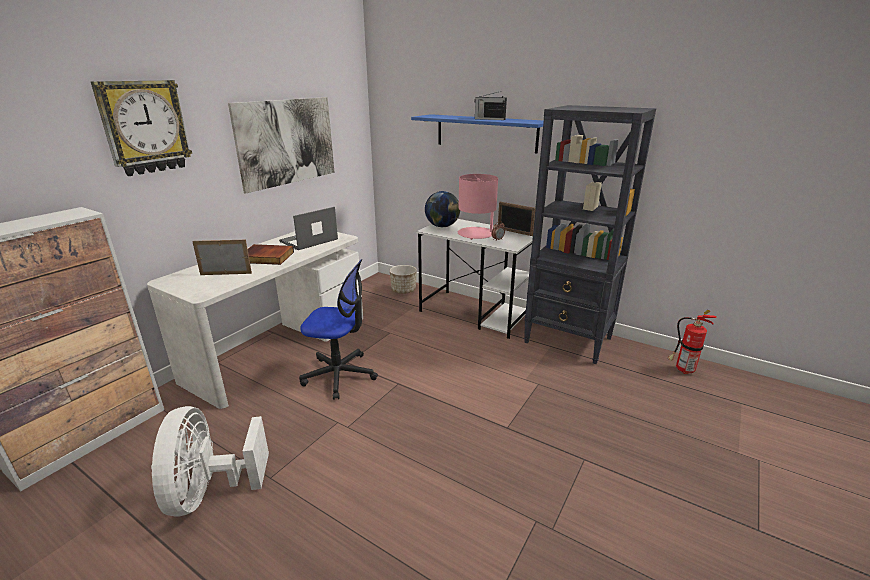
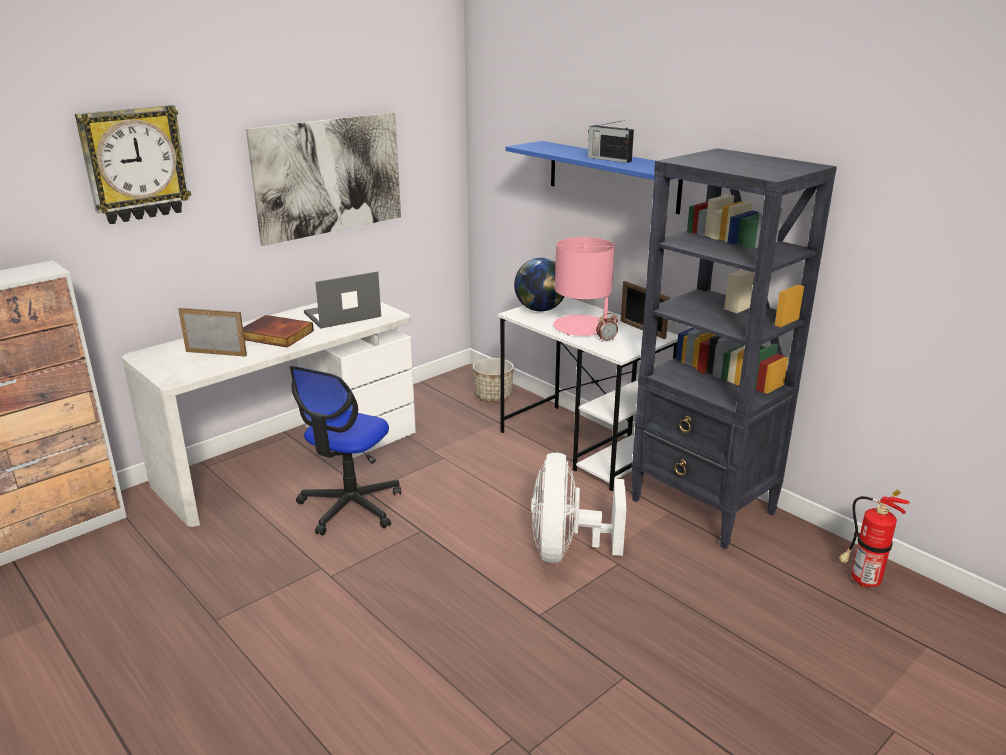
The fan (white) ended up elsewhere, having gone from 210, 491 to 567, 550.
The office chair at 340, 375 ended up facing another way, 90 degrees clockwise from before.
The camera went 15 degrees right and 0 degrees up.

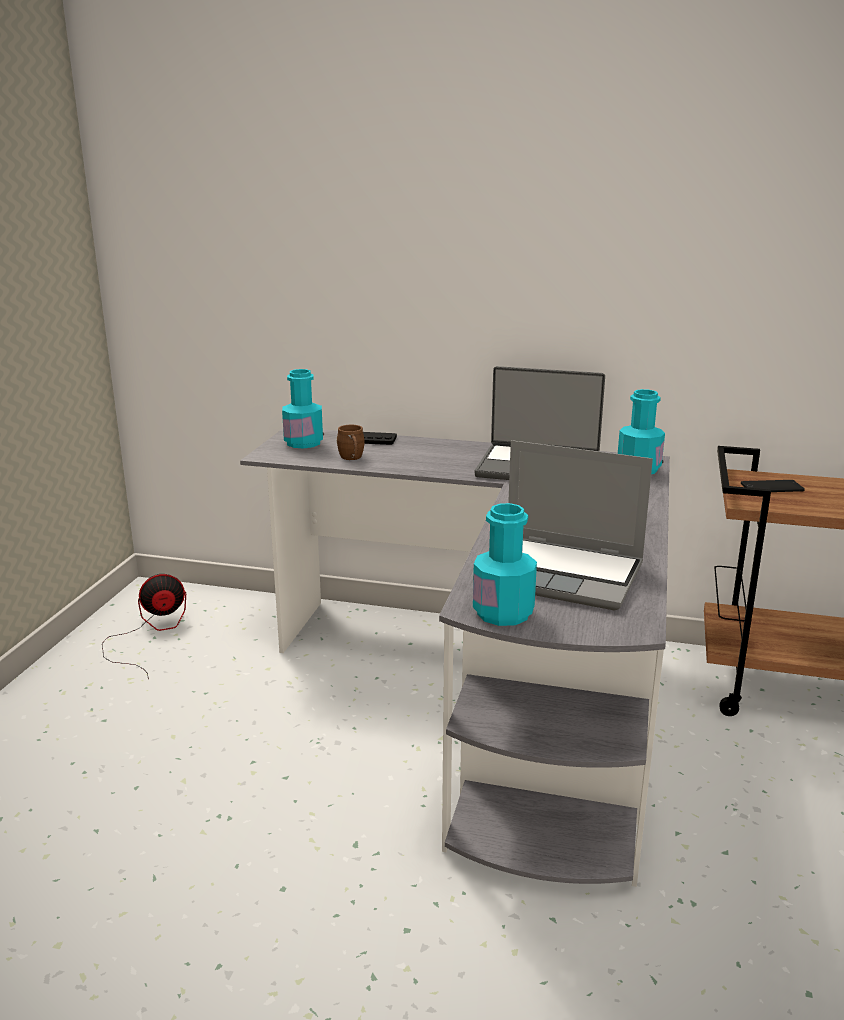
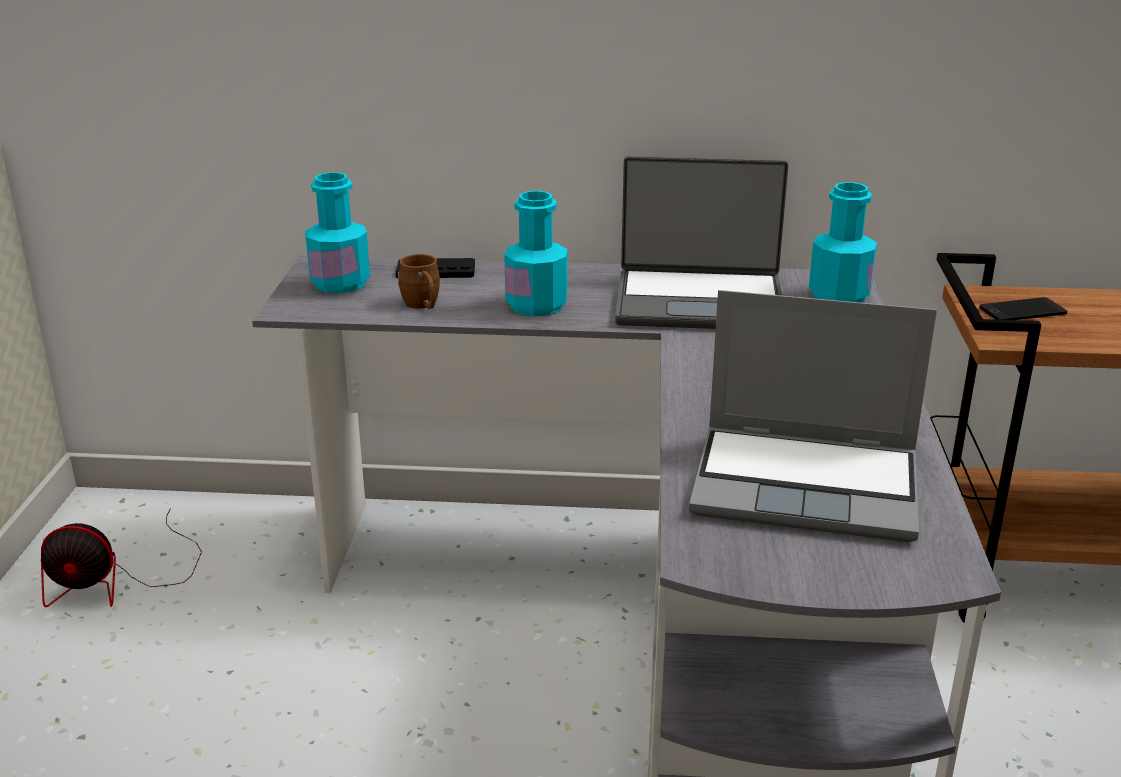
The bottle (turquoise) ended up elsewhere, having gone from 503, 613 to 536, 305.
The fan at 150, 633 ended up facing another way, 150 degrees counterclockwise from before.
The camera went 10 degrees left and 5 degrees up.

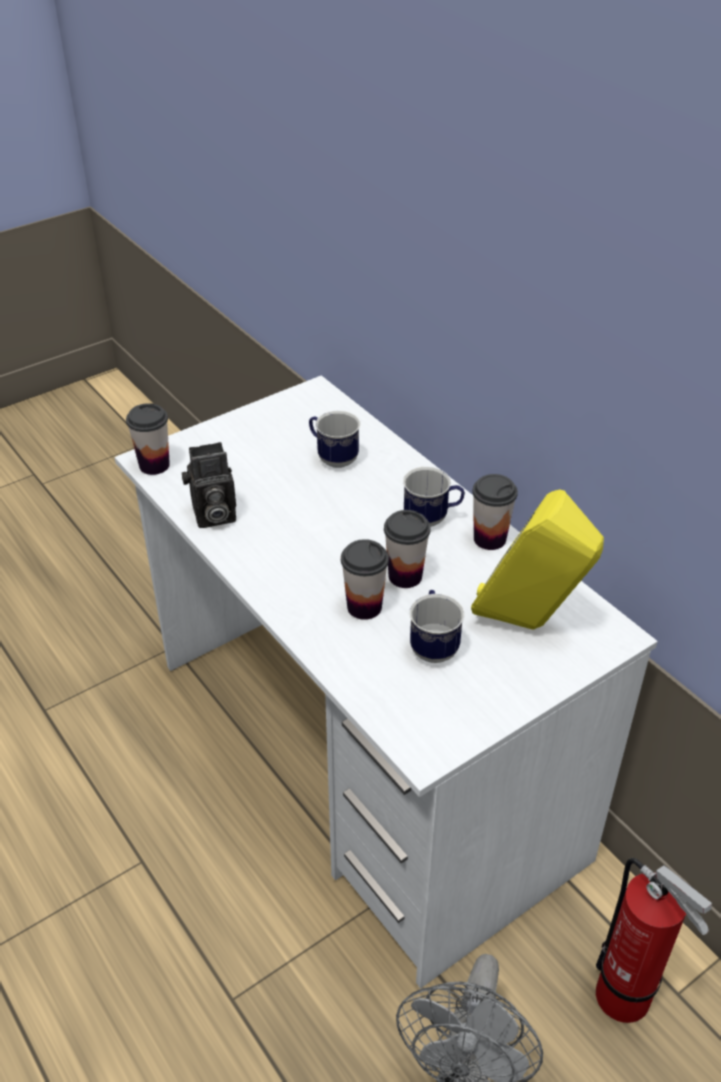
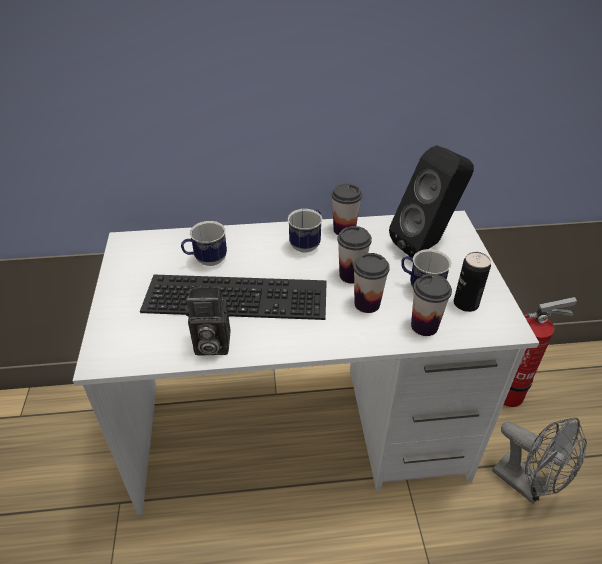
The second view gained the keyboard at 238, 294.
The second view gained the can at 466, 304.
The cup ended up elsewhere, having gone from 154, 465 to 424, 326.
What was the speaker (yellow) at 529, 624 turned into the speaker (black) at 426, 245.
The photo camera at 212, 516 ended up facing another way, 75 degrees clockwise from before.
The camera went 60 degrees left and 0 degrees up.

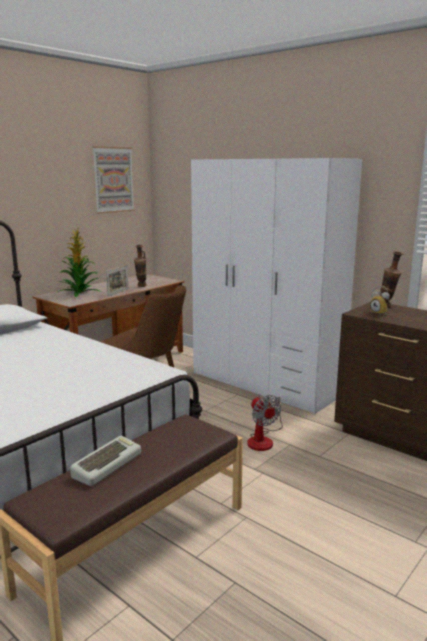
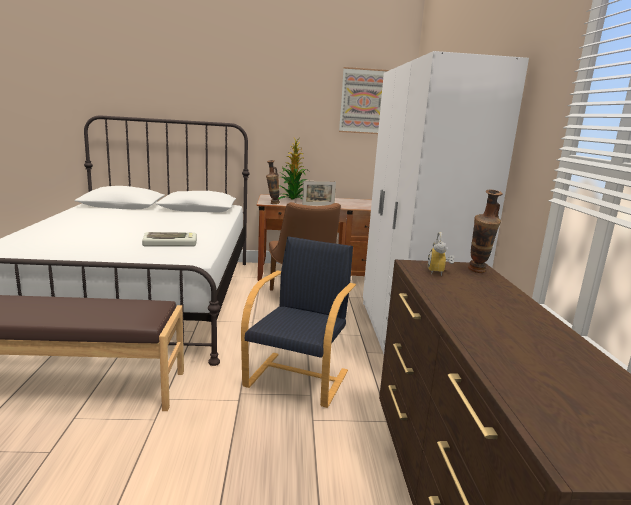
The keyboard ended up elsewhere, having gone from 106, 465 to 171, 243.
The vase ended up elsewhere, having gone from 141, 286 to 272, 203.
Where the fan stood at 263, 439, the armchair (black) came to stand at 298, 378.
The camera went 45 degrees right and 0 degrees up.

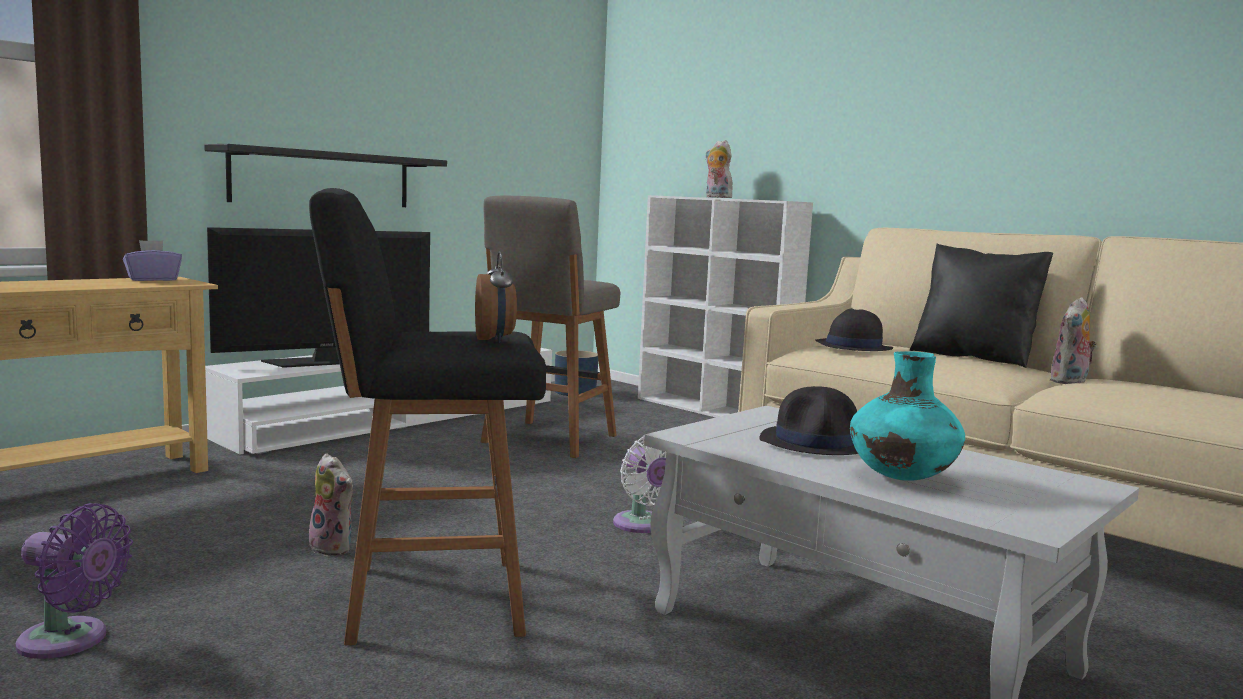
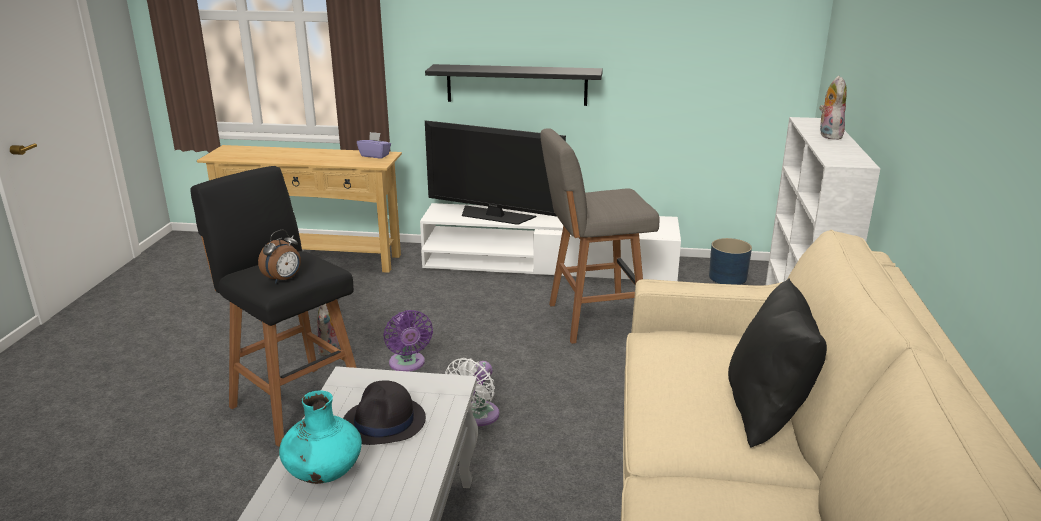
The second view lost the hat (black) at 852, 347.
The second view lost the plush toy at 1070, 382.
The fan (purple) ended up elsewhere, having gone from 70, 641 to 408, 364.
The camera went 55 degrees right and 15 degrees up.

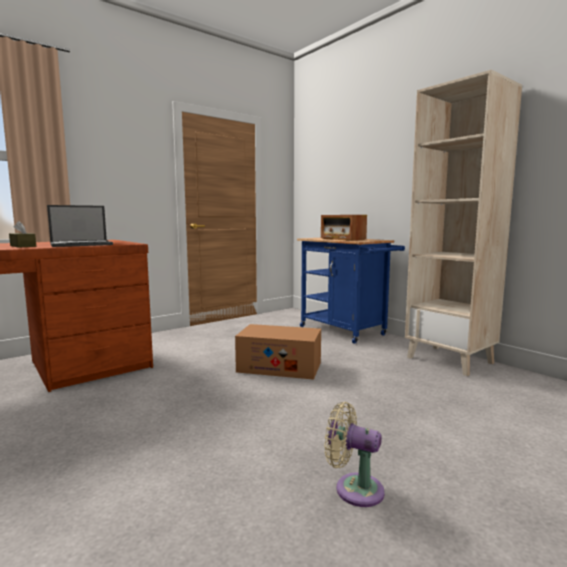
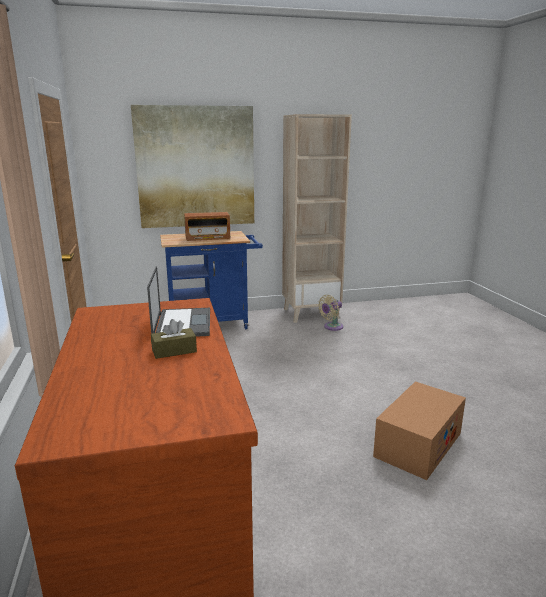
The second view gained the picture at 196, 167.
The cardboard box ended up elsewhere, having gone from 279, 367 to 418, 445.
The fan (beige) ended up elsewhere, having gone from 354, 488 to 331, 327.
The camera went 65 degrees left and 10 degrees up.

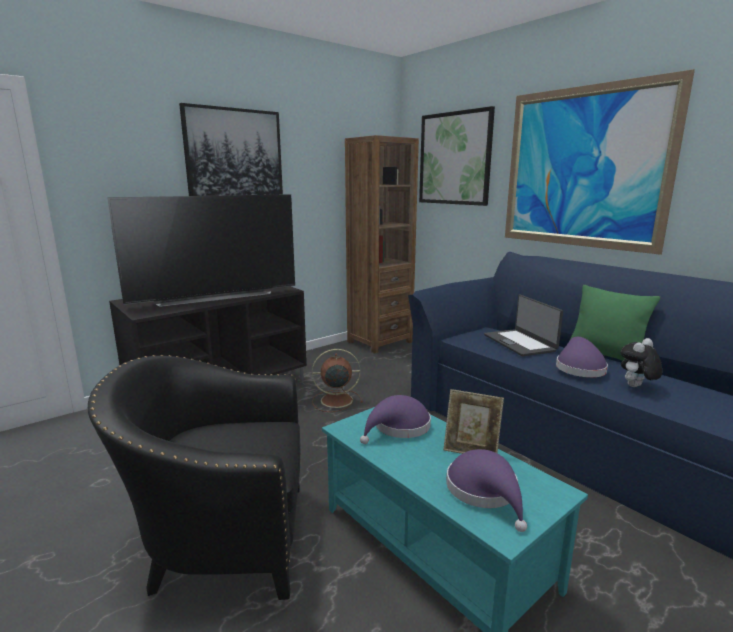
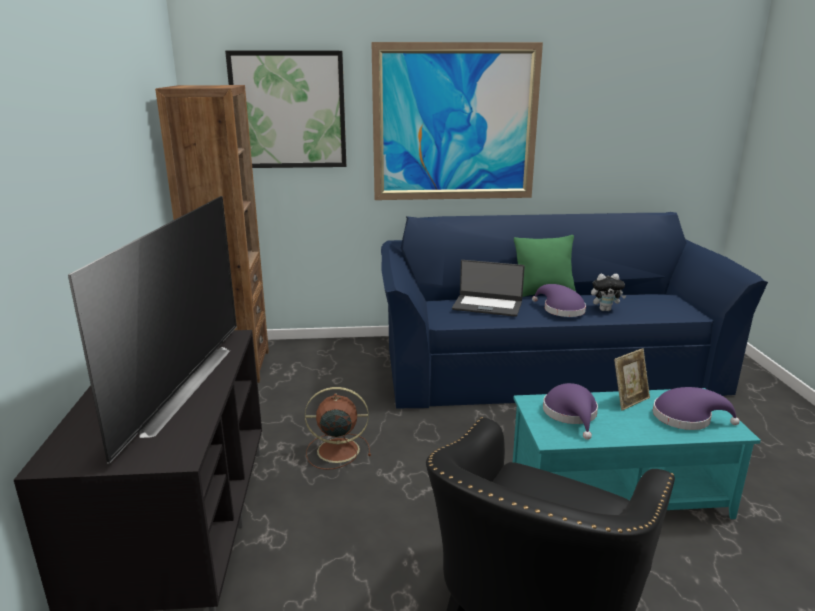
The second view lost the picture at 235, 162.
The fan (brown) at 335, 400 ended up facing another way, 60 degrees clockwise from before.
The plush toy at 636, 387 ended up facing another way, 90 degrees counterclockwise from before.
The camera went 55 degrees left and 5 degrees up.

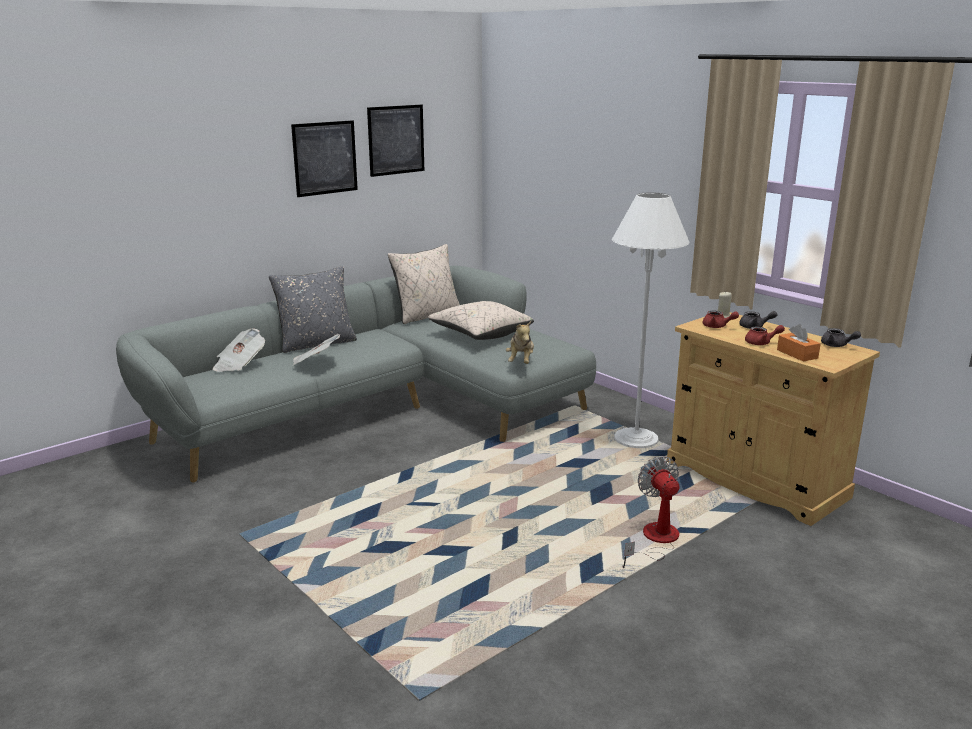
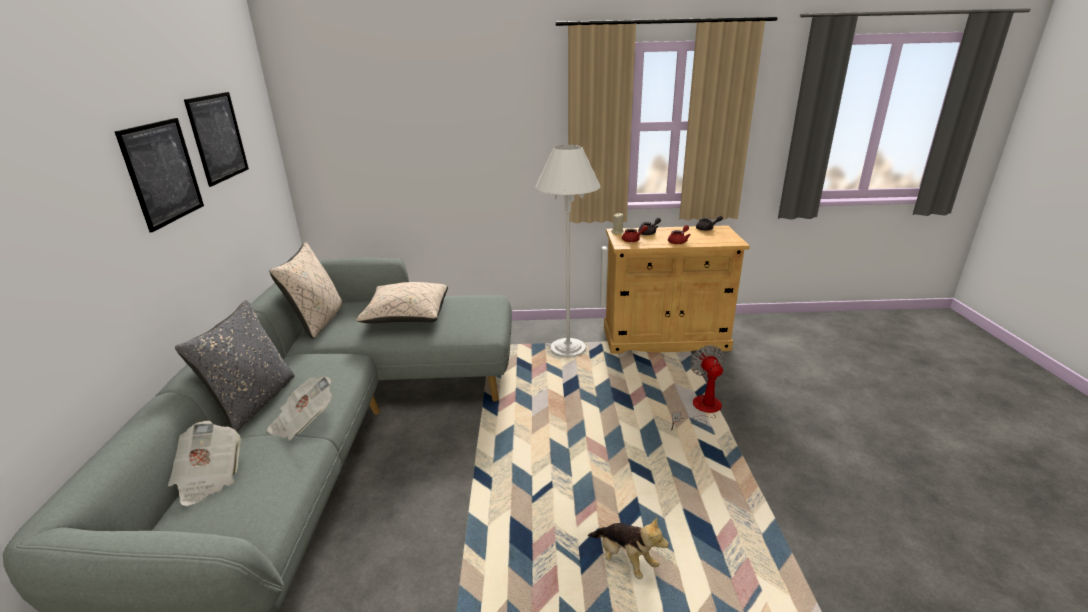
The second view lost the tissue box (orange) at 797, 354.
The plush toy ended up elsewhere, having gone from 521, 361 to 625, 559.
The fan at 655, 541 ended up facing another way, 60 degrees clockwise from before.
The camera went 50 degrees left and 5 degrees up.

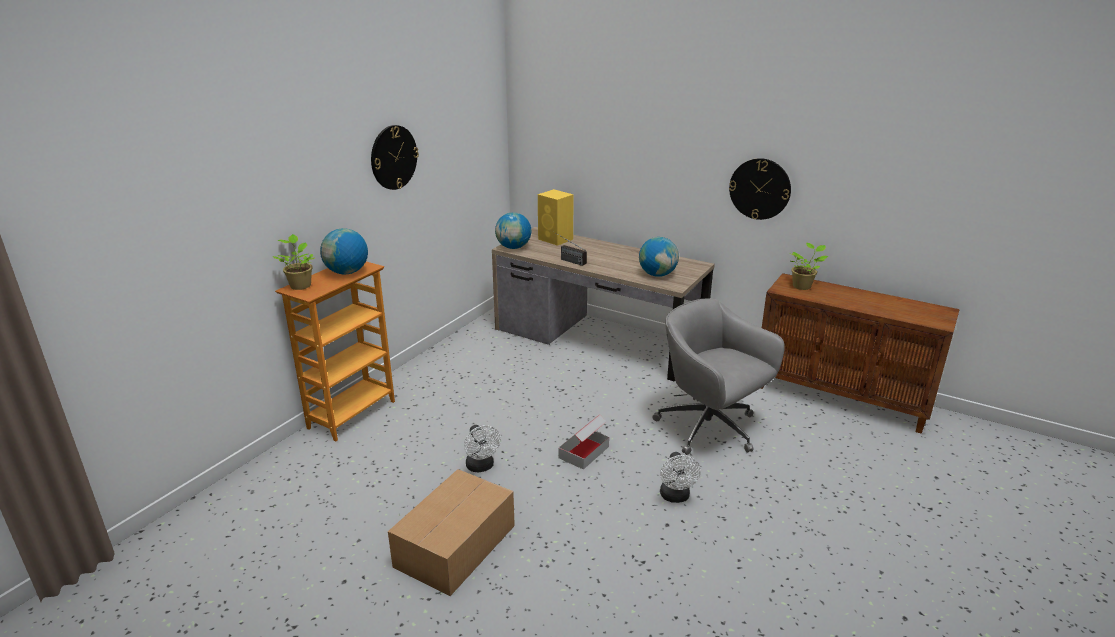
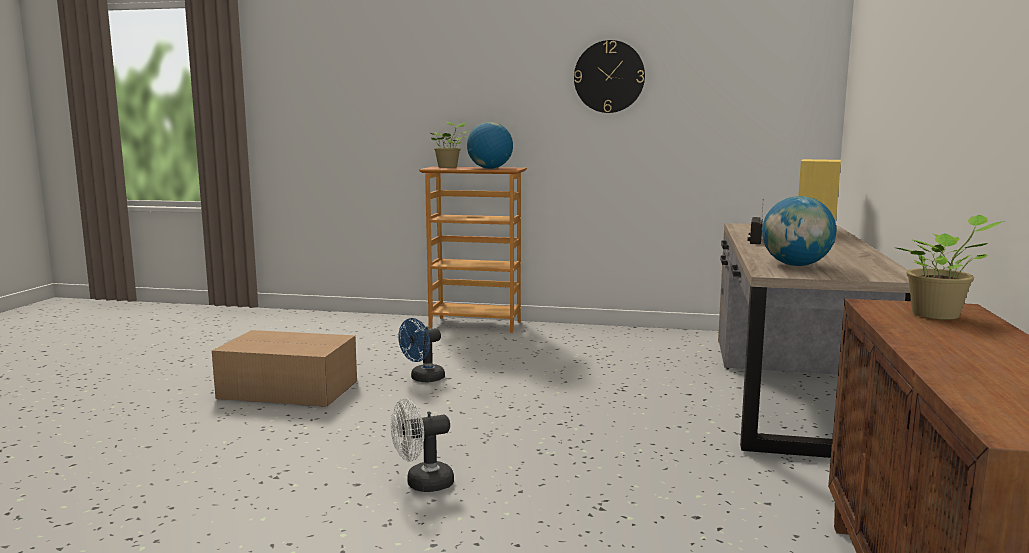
The second view lost the globe at 513, 247.
The second view lost the cardboard box at 583, 452.
The second view lost the office chair (grey) at 710, 429.
The second view lost the wall clock at 760, 189.
What was the fan (white) at 481, 467 turned into the fan (blue) at 423, 379.
The camera went 70 degrees right and 15 degrees down.

